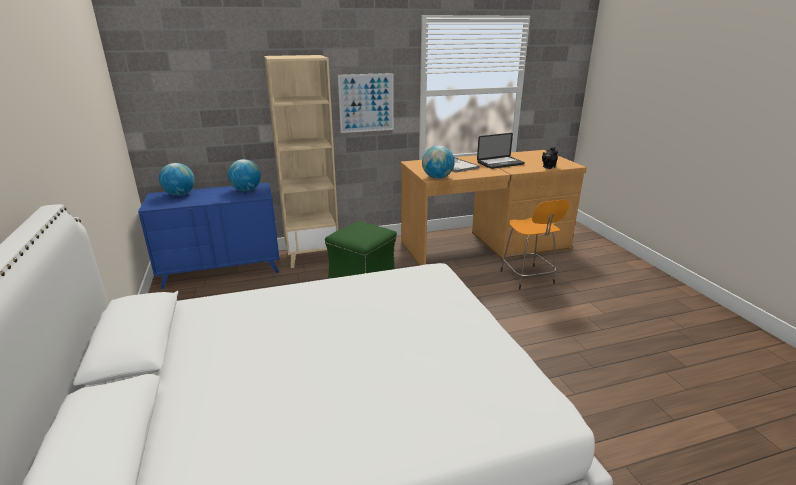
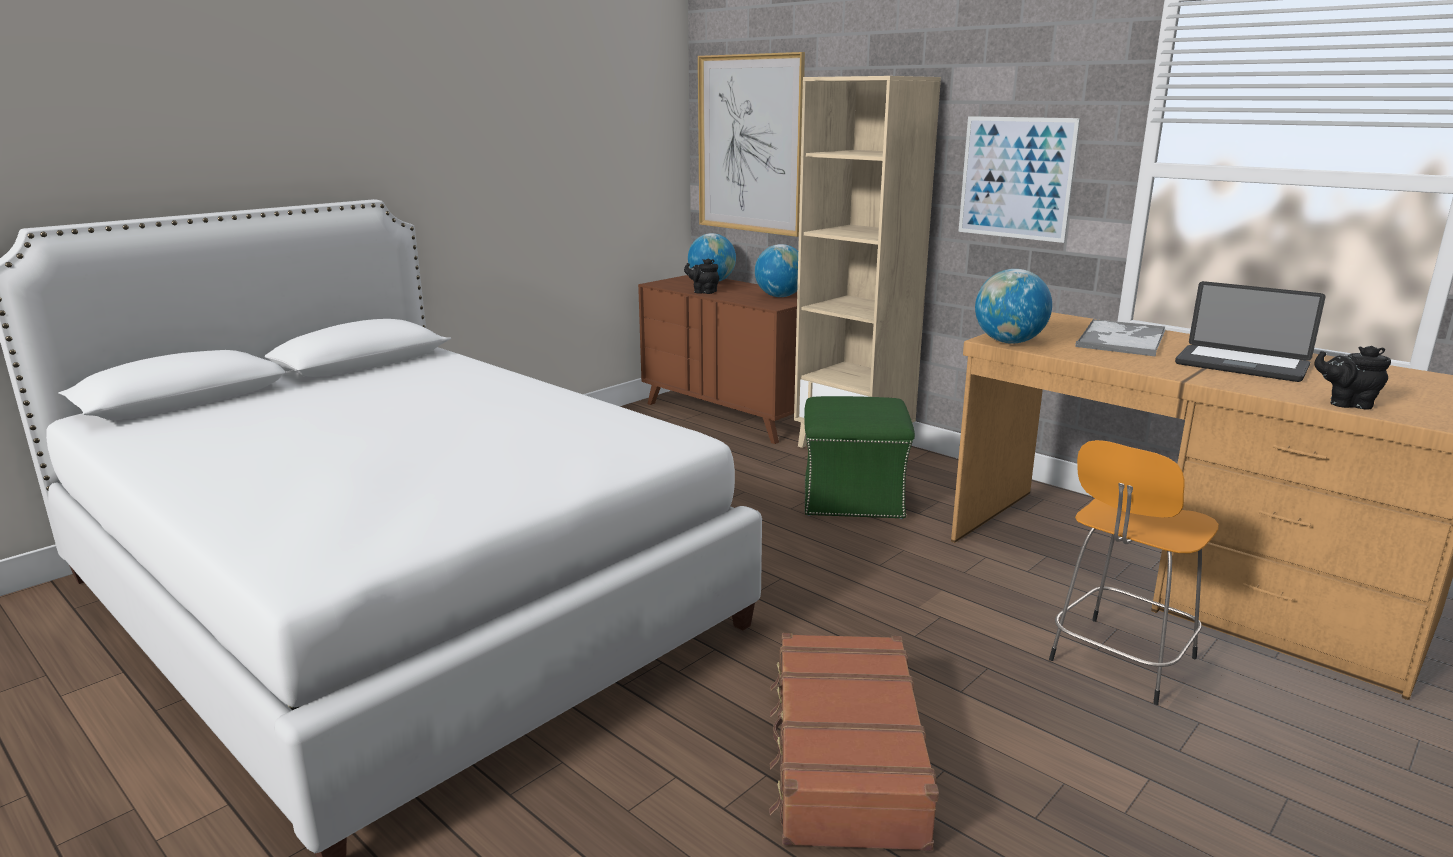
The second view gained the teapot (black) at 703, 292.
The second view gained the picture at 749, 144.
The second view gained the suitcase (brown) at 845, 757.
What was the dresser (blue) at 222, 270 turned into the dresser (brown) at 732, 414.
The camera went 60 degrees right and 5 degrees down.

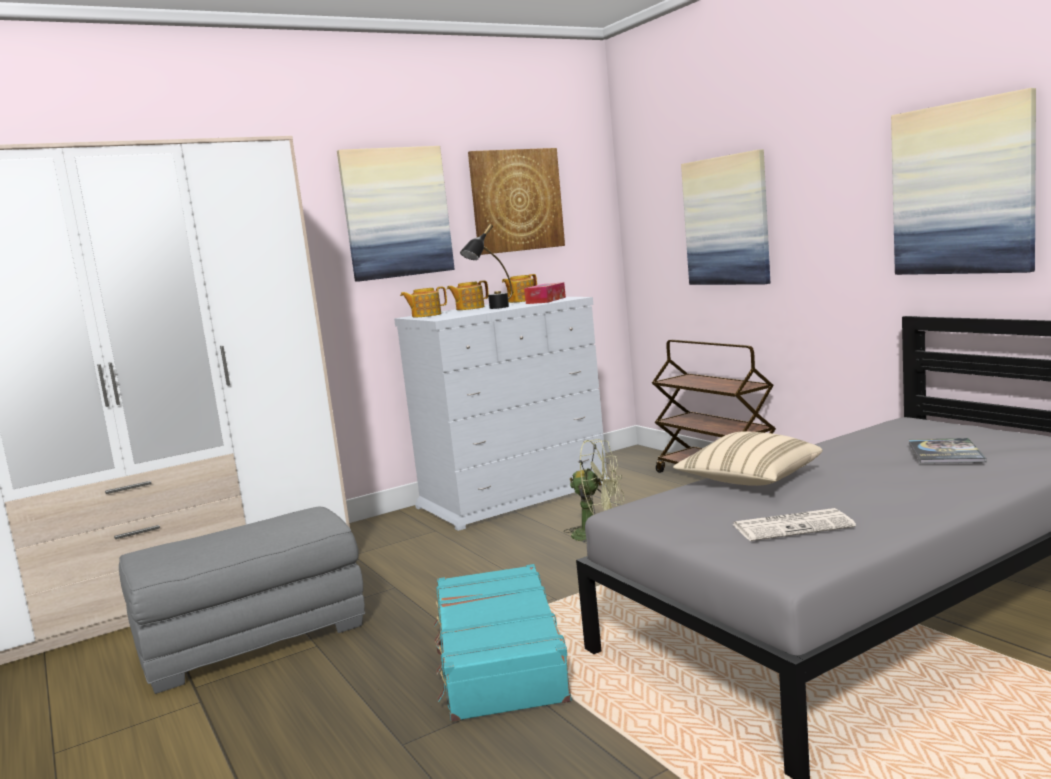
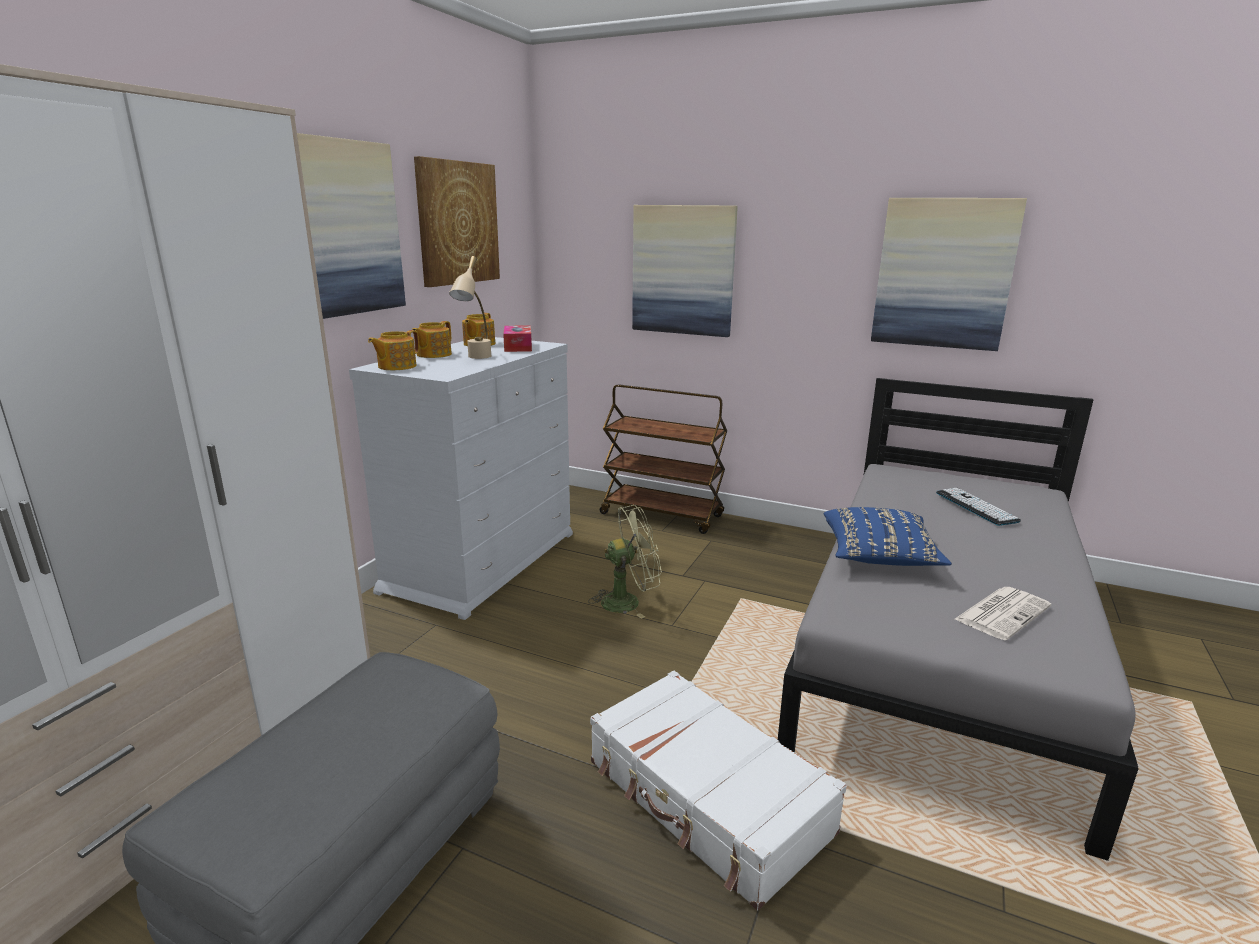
Where the book stood at 945, 452, the keyboard came to stand at 976, 507.
What was the suitcase (turquoise) at 498, 659 turned into the suitcase (white) at 706, 798.
What was the table lamp (black) at 492, 308 turned into the table lamp (beige) at 476, 358.
What was the pillow (beige) at 749, 481 turned into the pillow (blue) at 879, 556.
The camera went 35 degrees left and 10 degrees up.

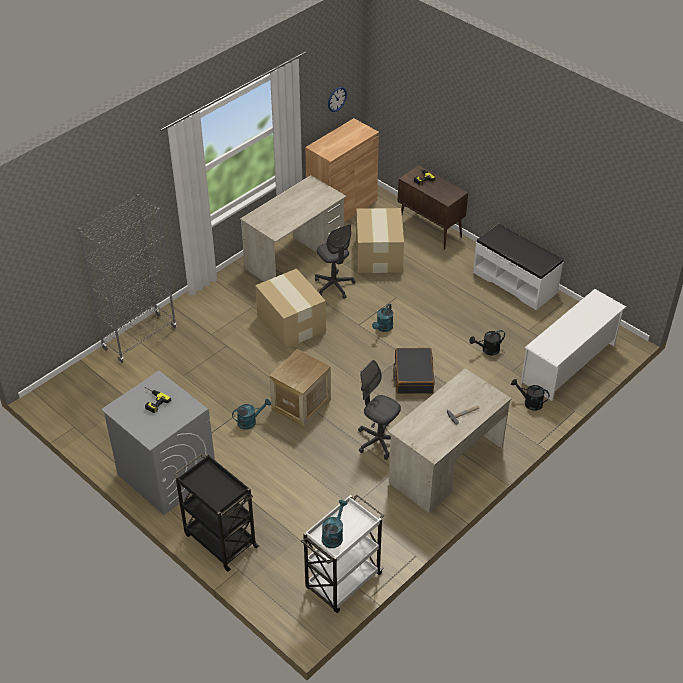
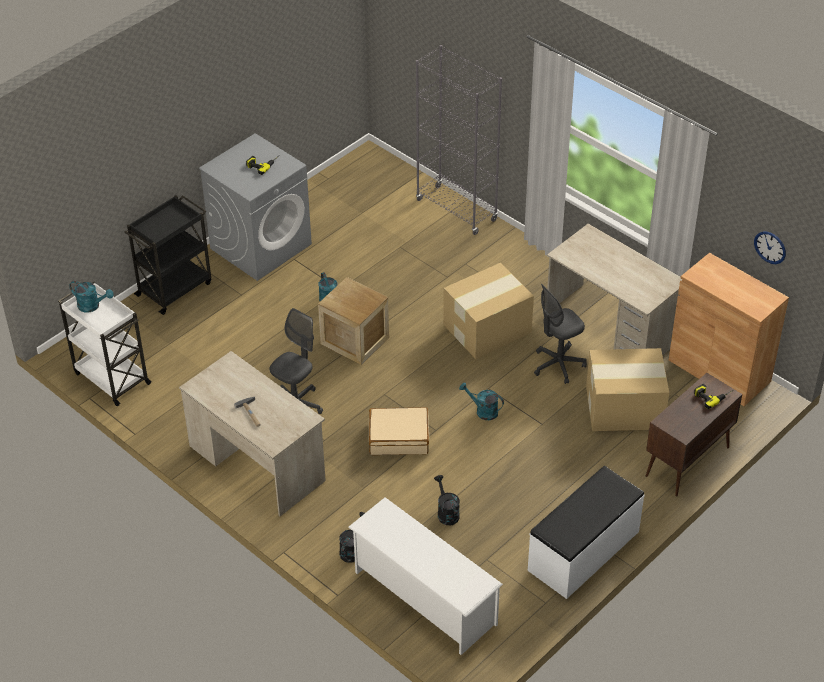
What was the suitcase (black) at 413, 376 turned into the suitcase (beige) at 399, 438.
The camera went 90 degrees right and 0 degrees up.

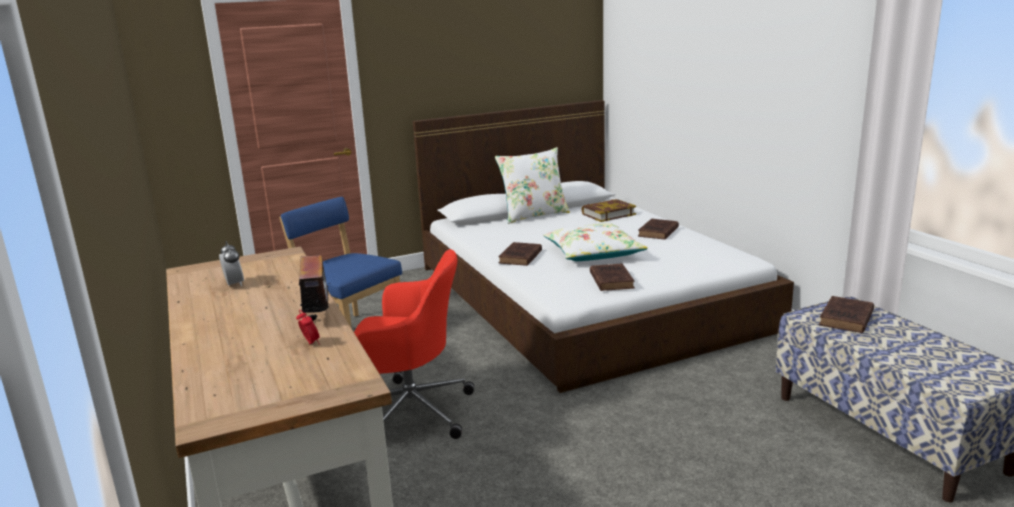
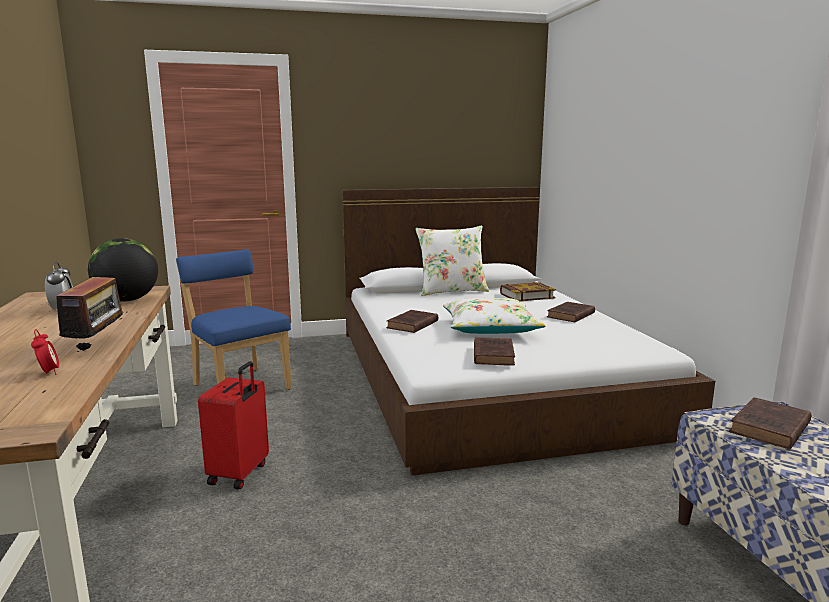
The second view gained the globe at 127, 300.
Where the office chair (red) stood at 410, 412, the suitcase (red) came to stand at 240, 474.
The camera went 10 degrees right and 5 degrees down.

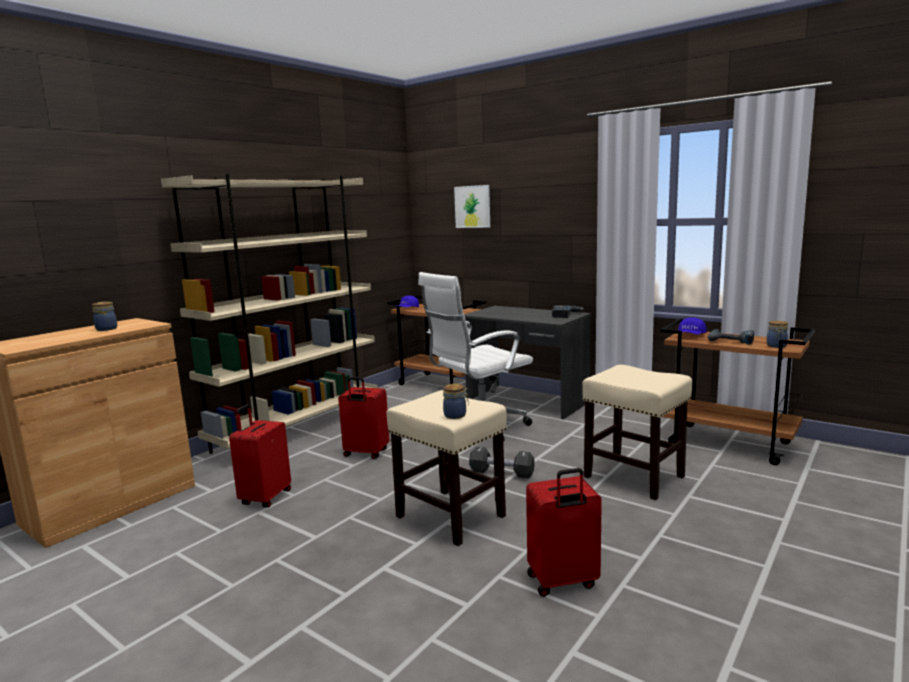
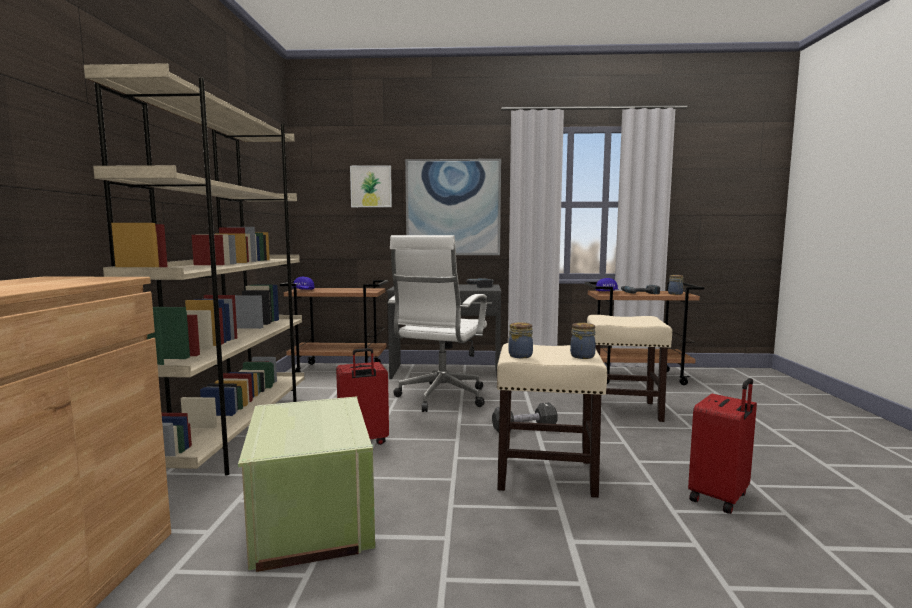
The second view gained the picture at 453, 207.
The jar ended up elsewhere, having gone from 107, 329 to 519, 355.
Where the suitcase (red) stood at 265, 498, the storage box (green) came to stand at 310, 517.
The camera went 35 degrees left and 5 degrees down.

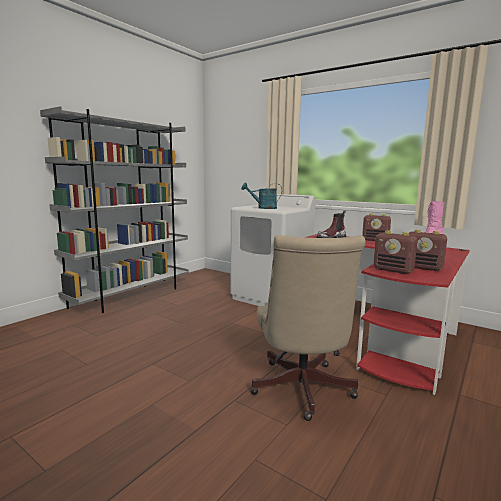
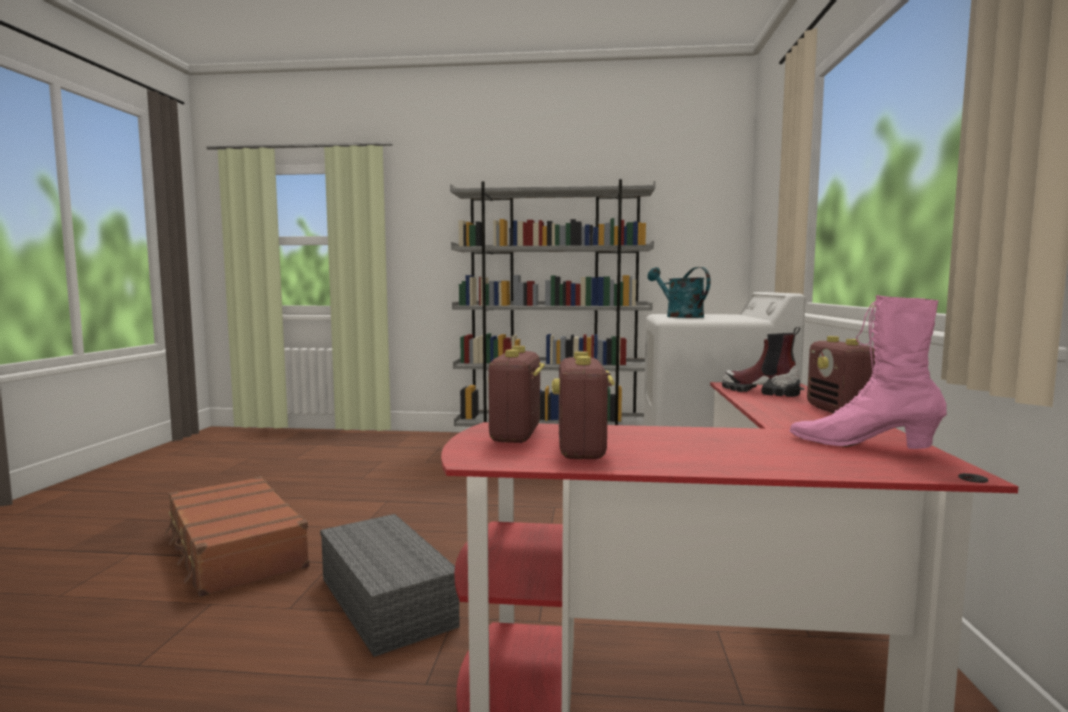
The second view gained the suitcase (brown) at 234, 550.
Where the office chair (beige) stood at 301, 391, the storage box (grey) came to stand at 383, 601.
The camera went 60 degrees right and 5 degrees down.

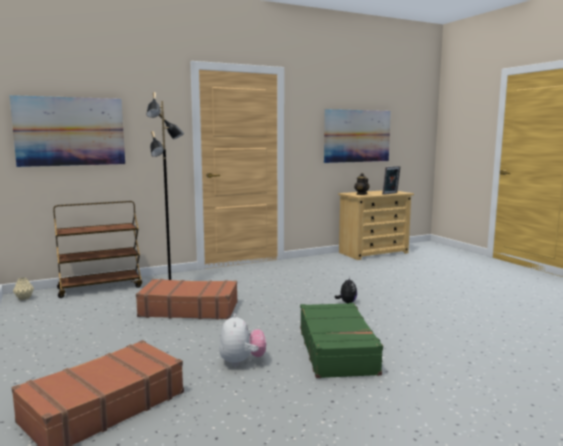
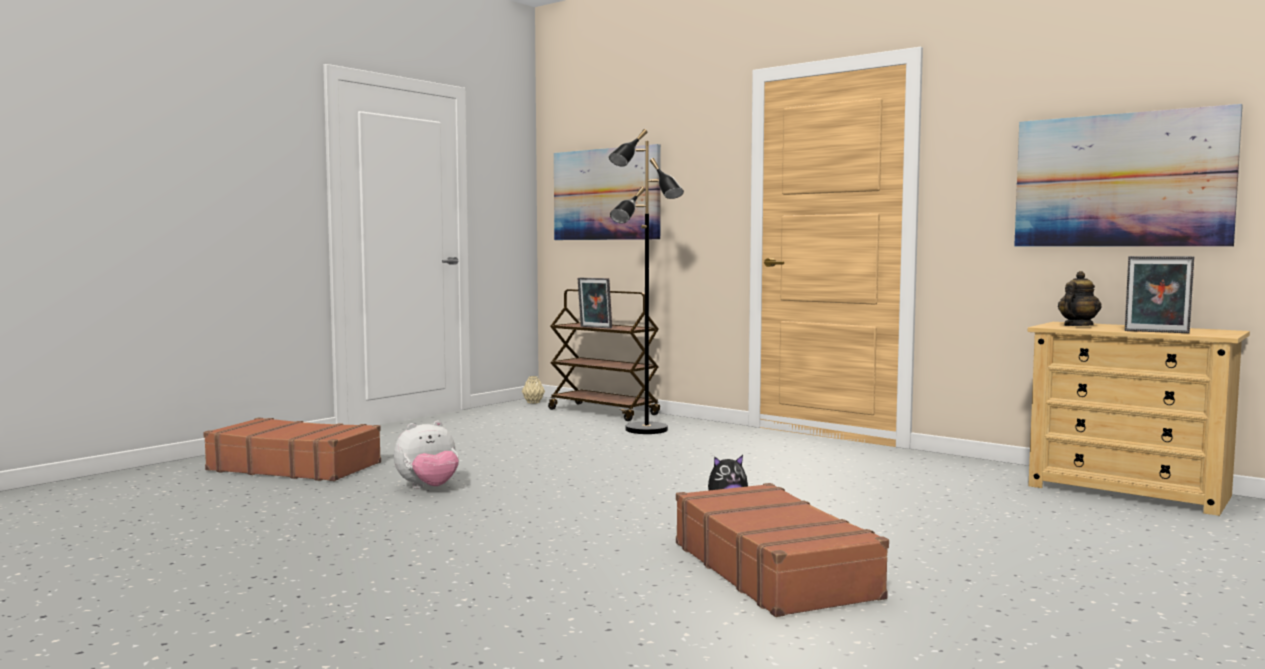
The second view lost the suitcase (green) at 337, 350.
The second view gained the picture frame at 594, 327.
The suitcase (brown) ended up elsewhere, having gone from 189, 309 to 773, 570.
The camera went 65 degrees right and 5 degrees down.

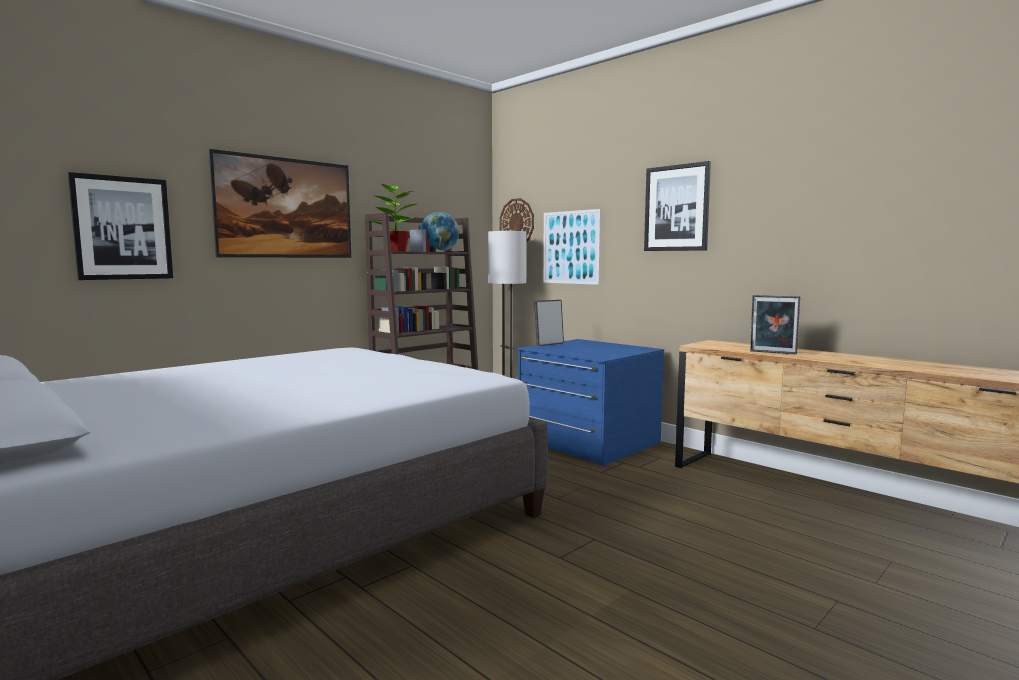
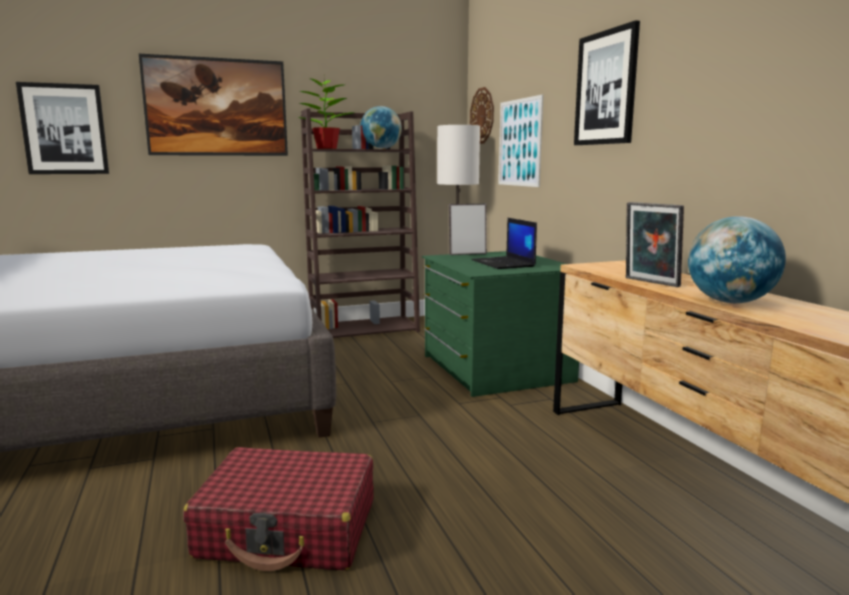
The second view gained the suitcase (red) at 289, 529.
The second view gained the laptop at 504, 263.
The second view gained the globe at 730, 302.
What was the dresser (blue) at 587, 442 turned into the dresser (green) at 494, 368.
The camera went 25 degrees right and 5 degrees up.

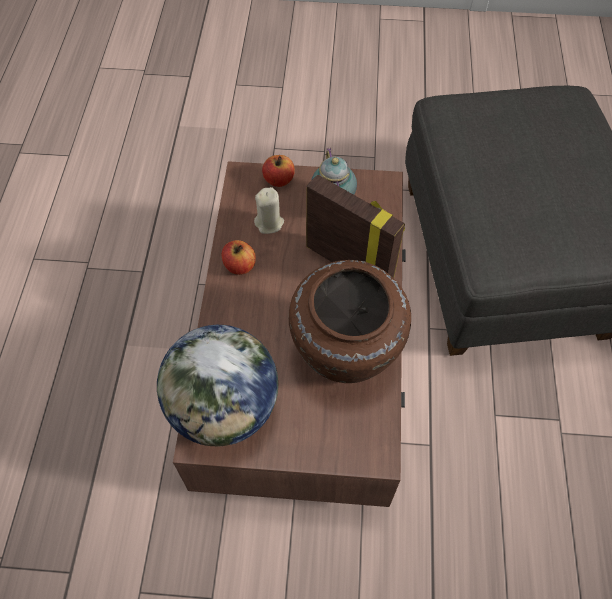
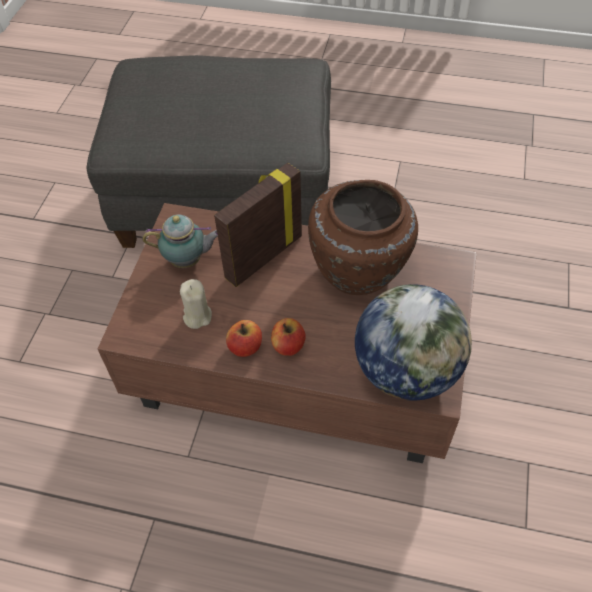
The apple ended up elsewhere, having gone from 279, 180 to 288, 345.
The camera went 80 degrees left and 5 degrees down.

